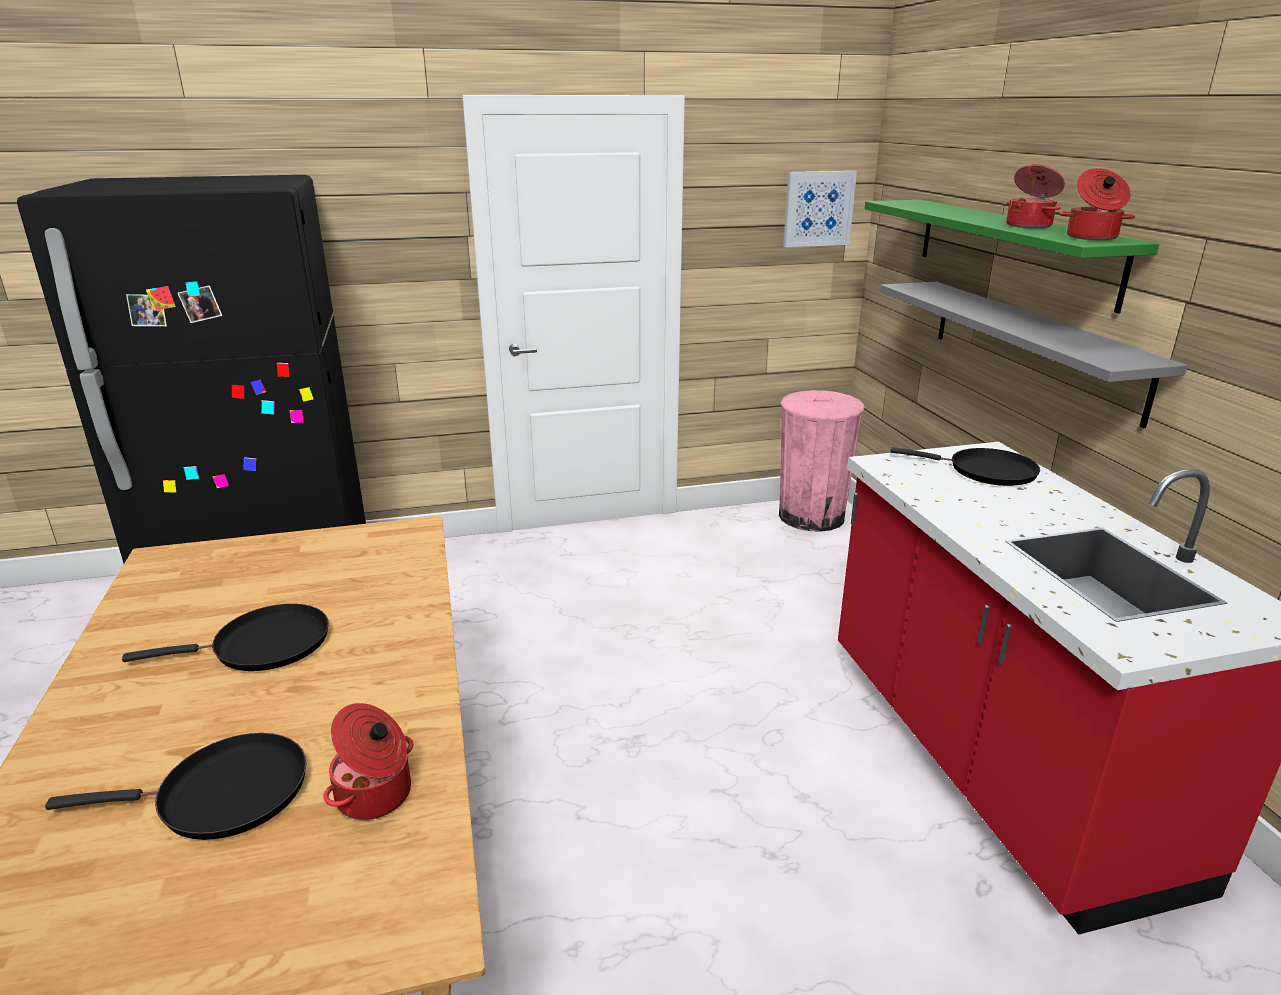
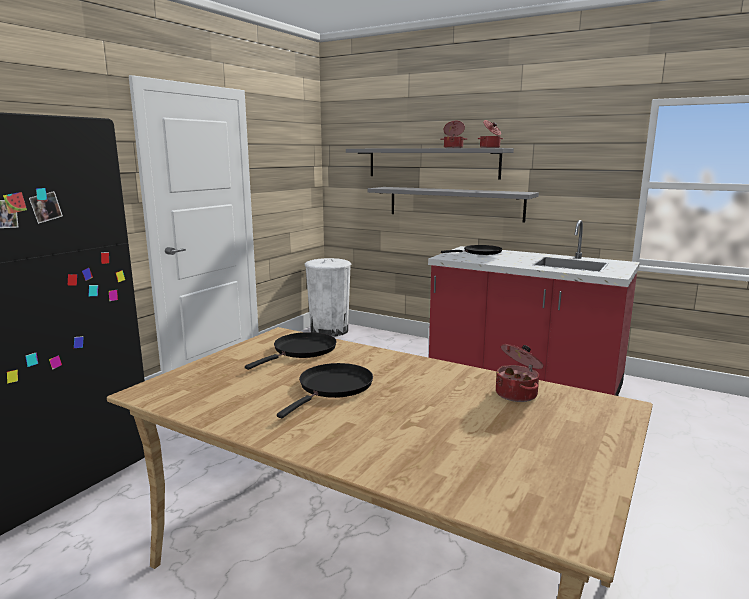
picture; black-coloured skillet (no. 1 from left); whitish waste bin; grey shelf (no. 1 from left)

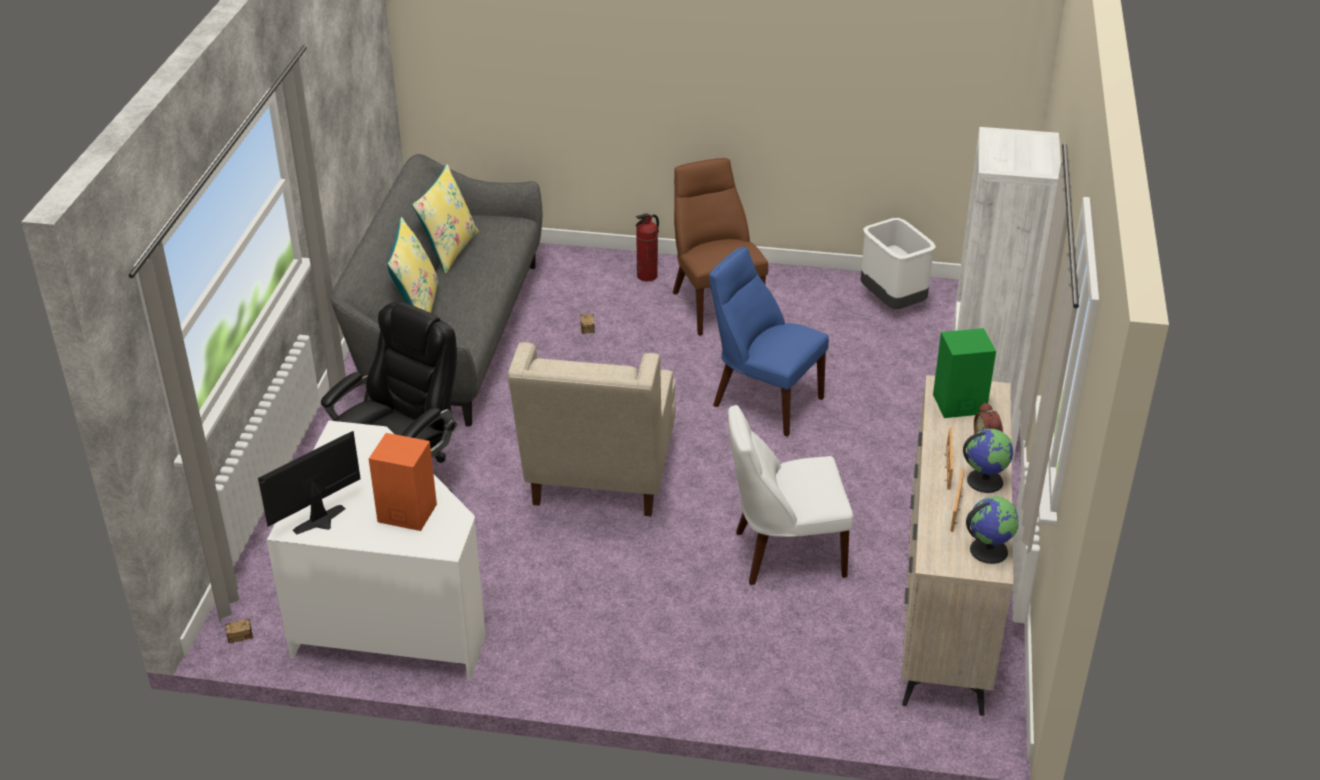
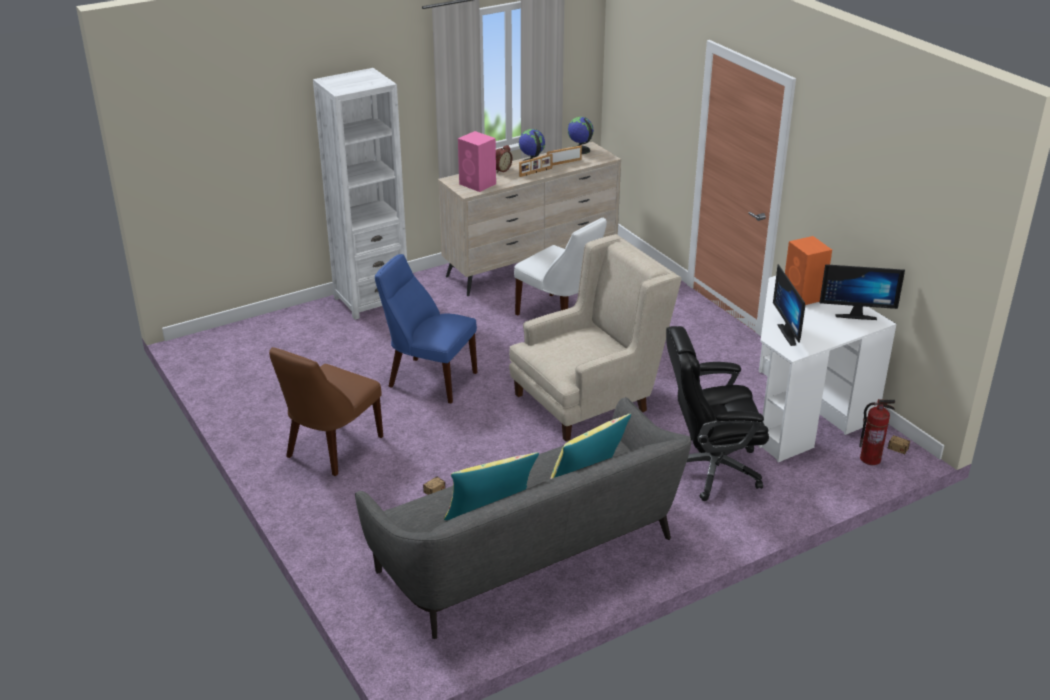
whitish waste bin; monitor (no. 1 from left); extinguisher; pink speaker; blue upright chair

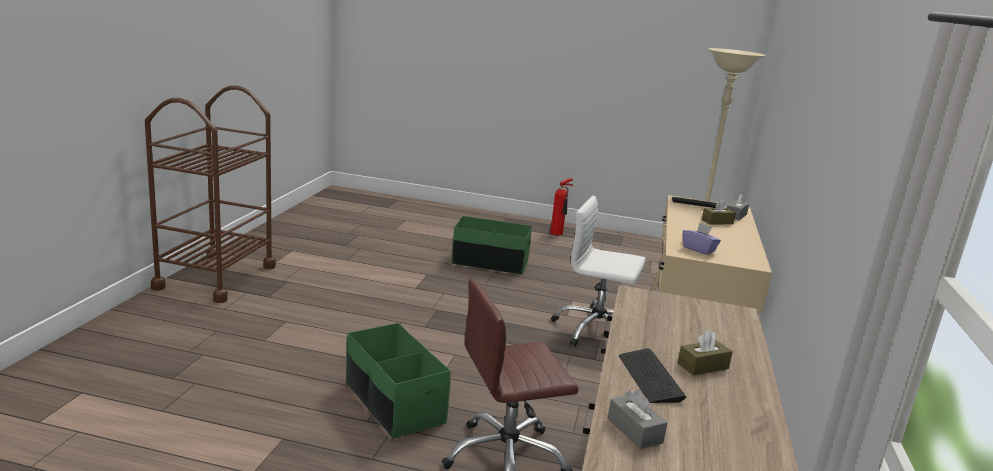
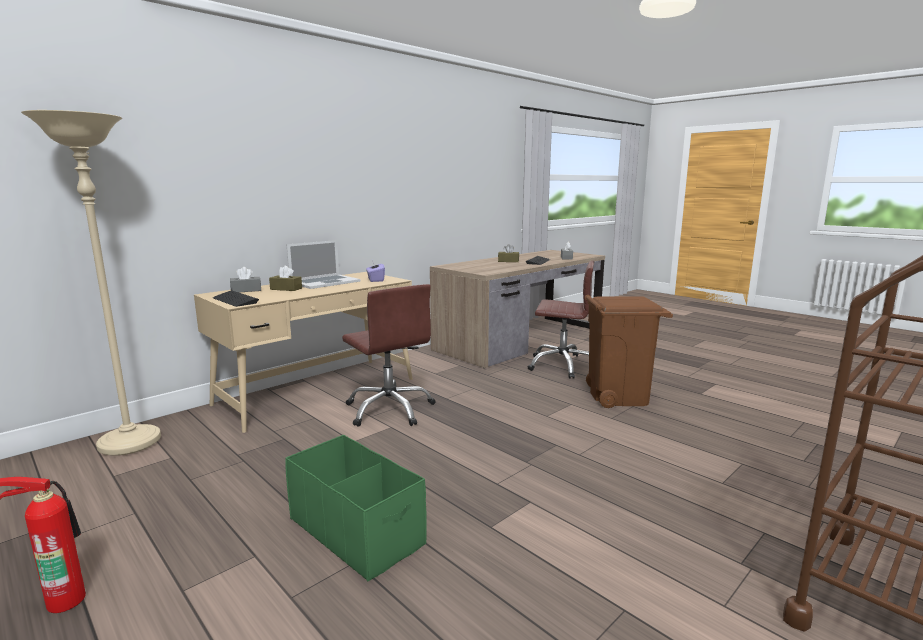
notebook computer; brown-coloured waste bin; brown-coloured computer chair (no. 1 from left)

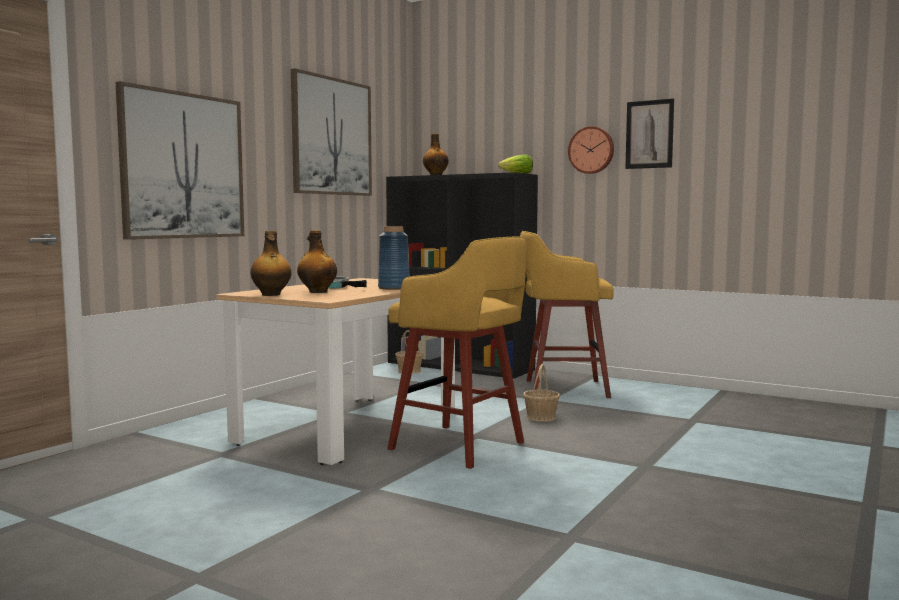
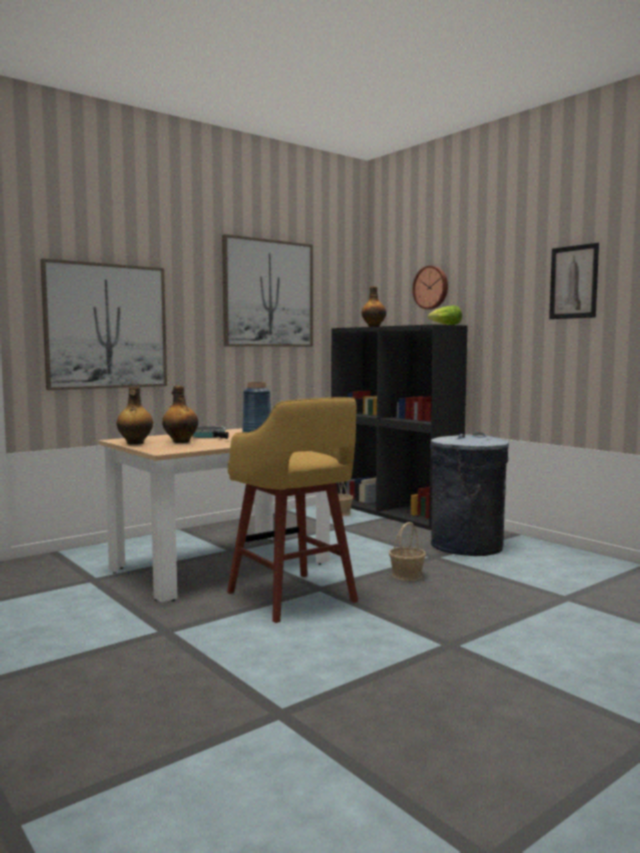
clock on the wall; grey waste bin

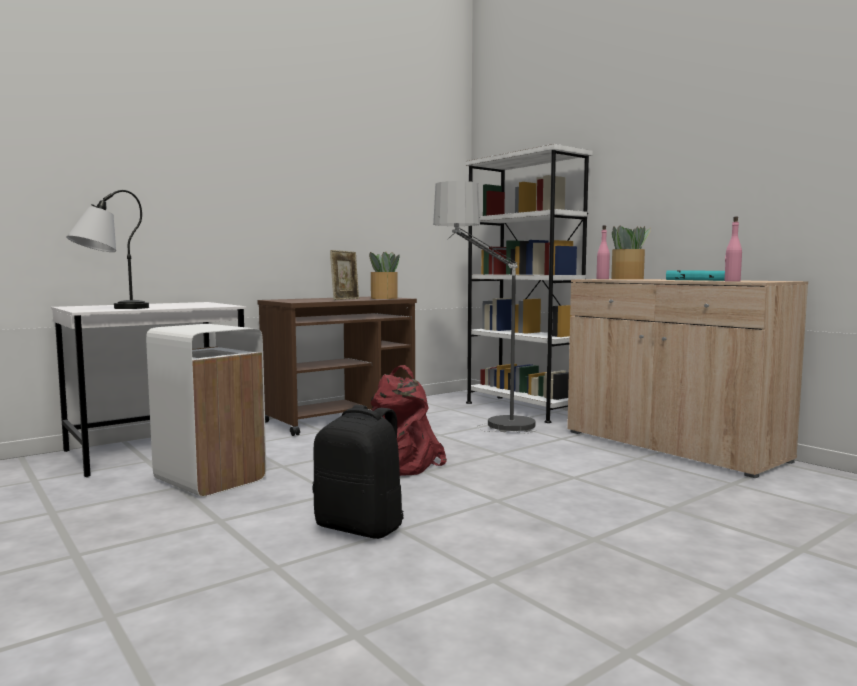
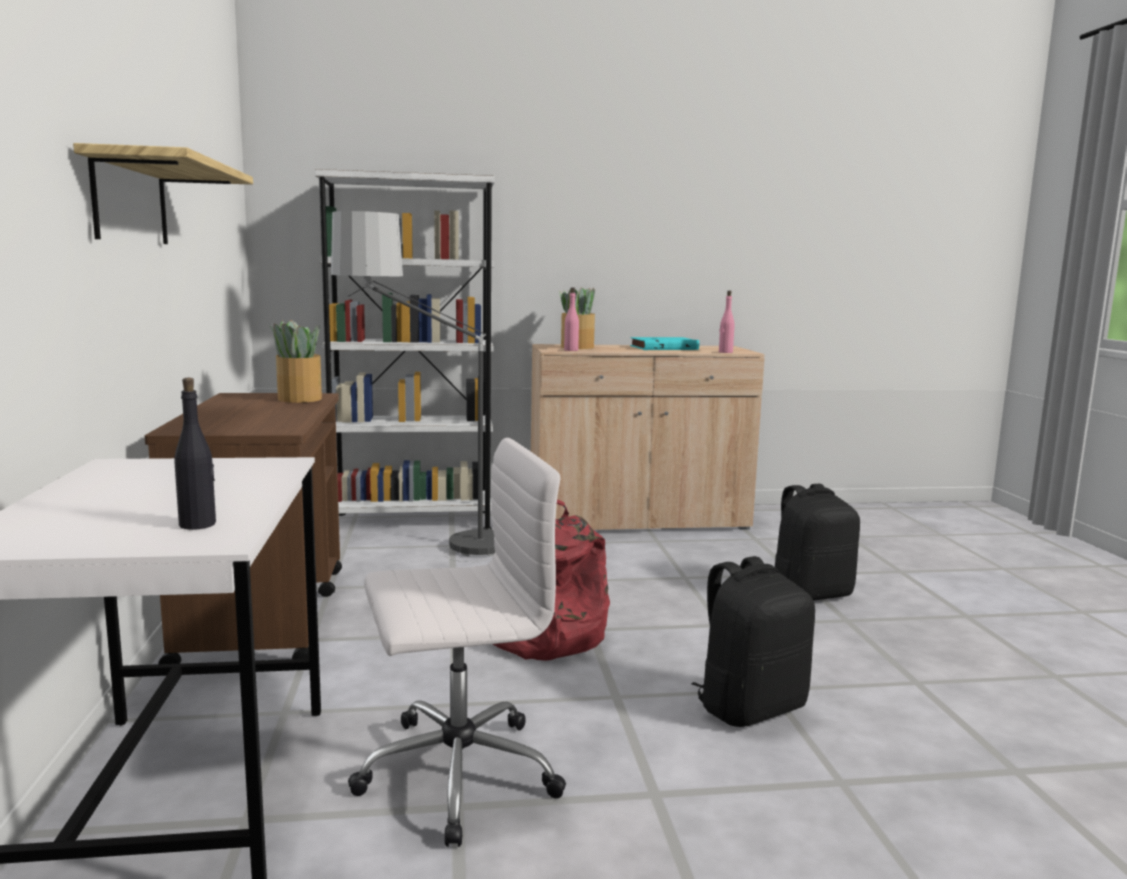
picture frame; shelf; black-coloured backpack (no. 2 from left); black-coloured beverage bottle; whitish computer chair

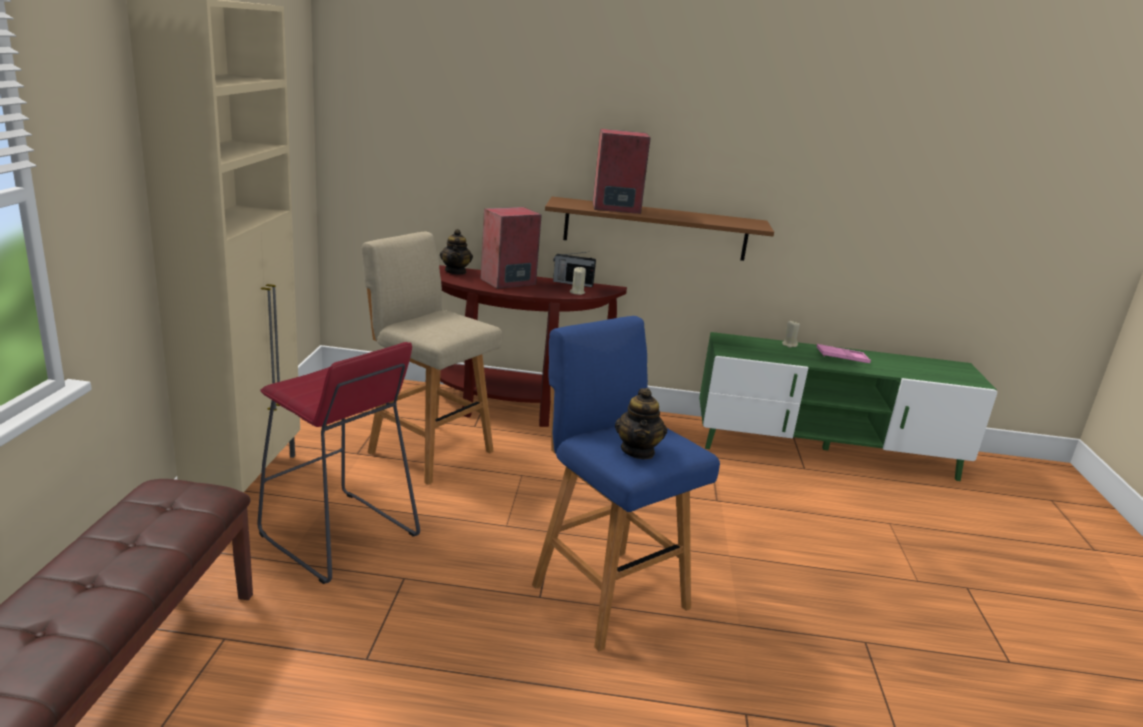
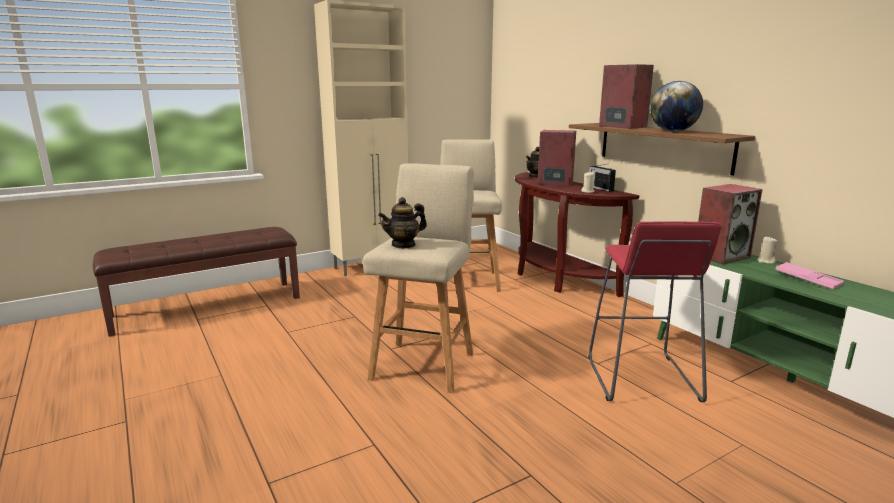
world globe; speaker (no. 3 from left); reddish sitting stool; beige sitting stool (no. 1 from left)

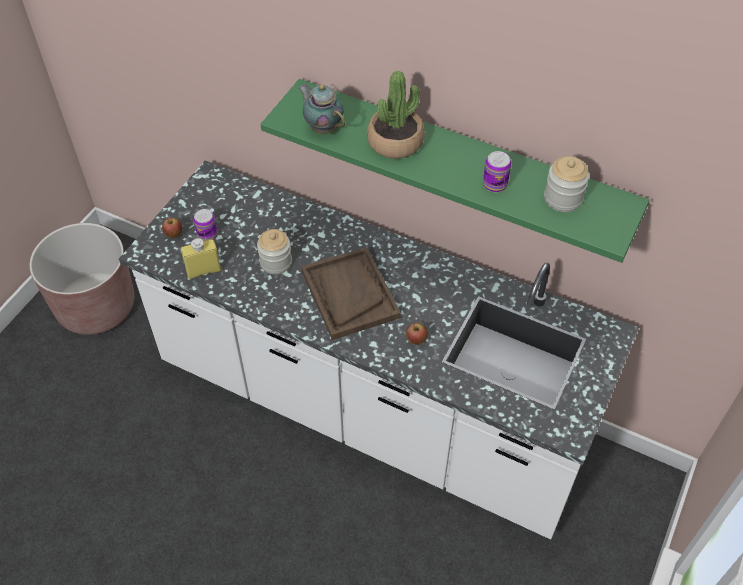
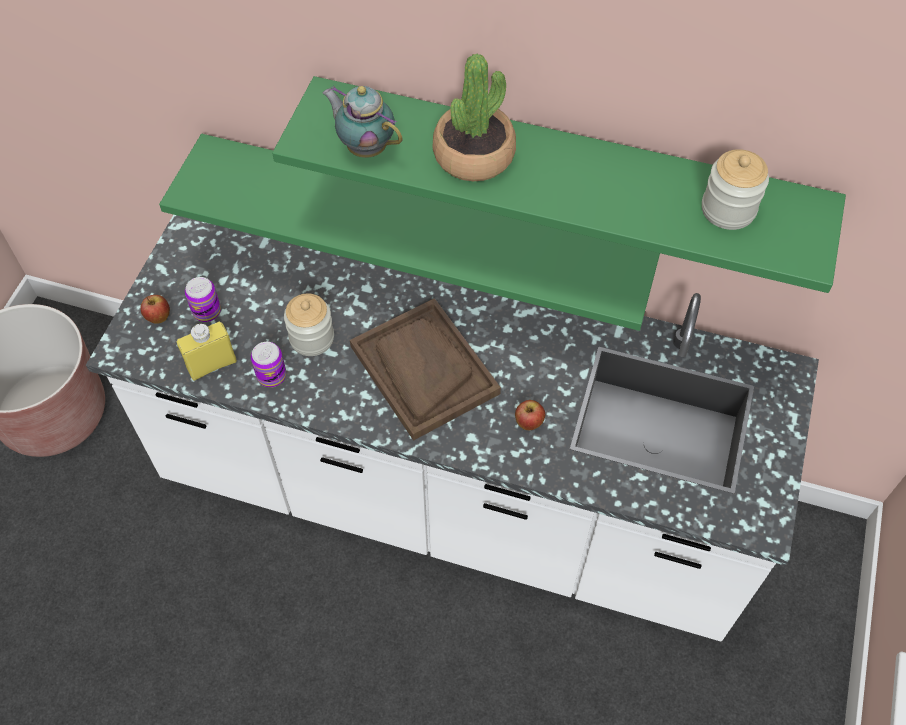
green-coloured shelf (no. 1 from left); sealed can (no. 2 from left)

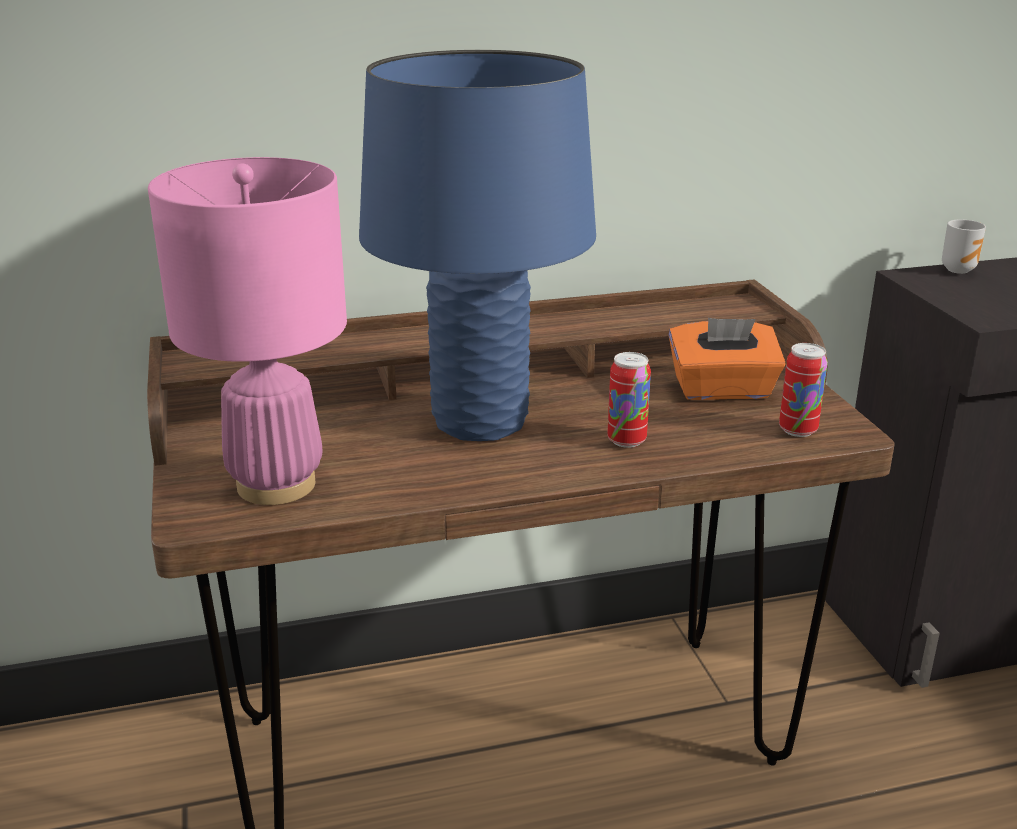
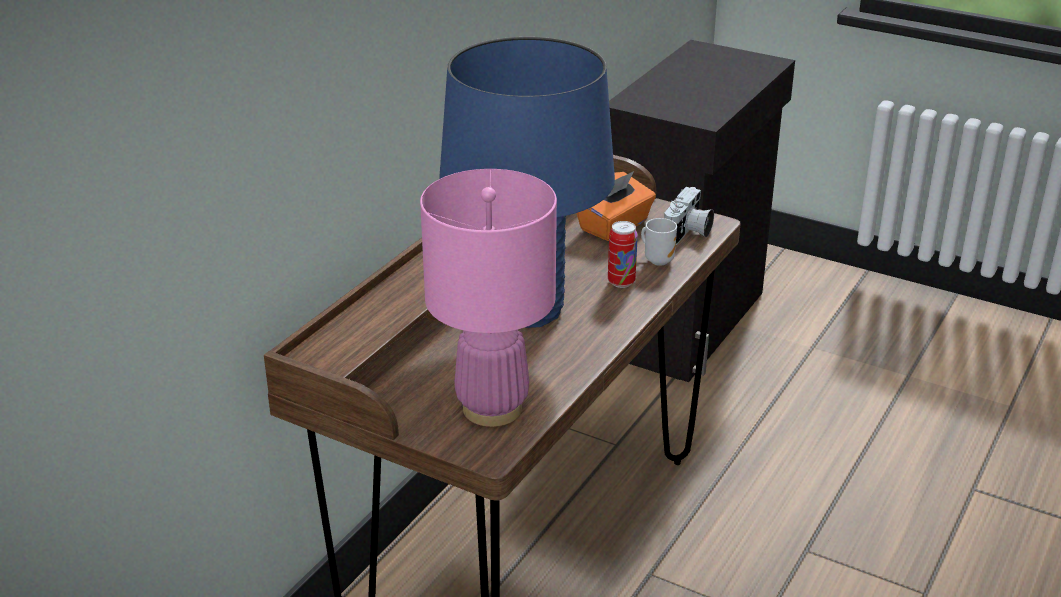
tea mug; photo camera

